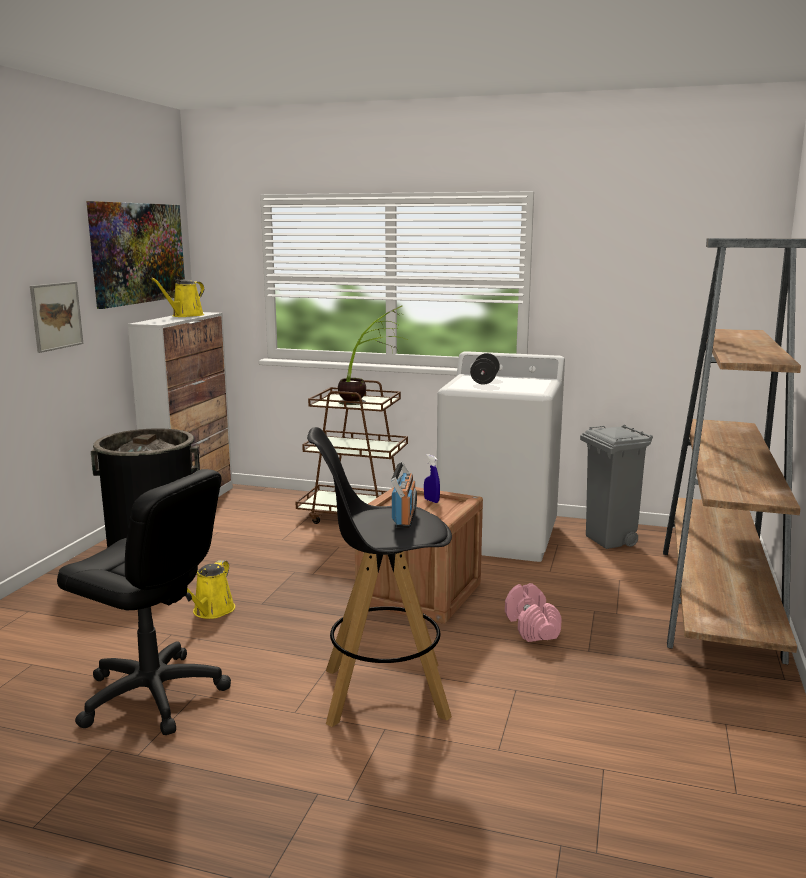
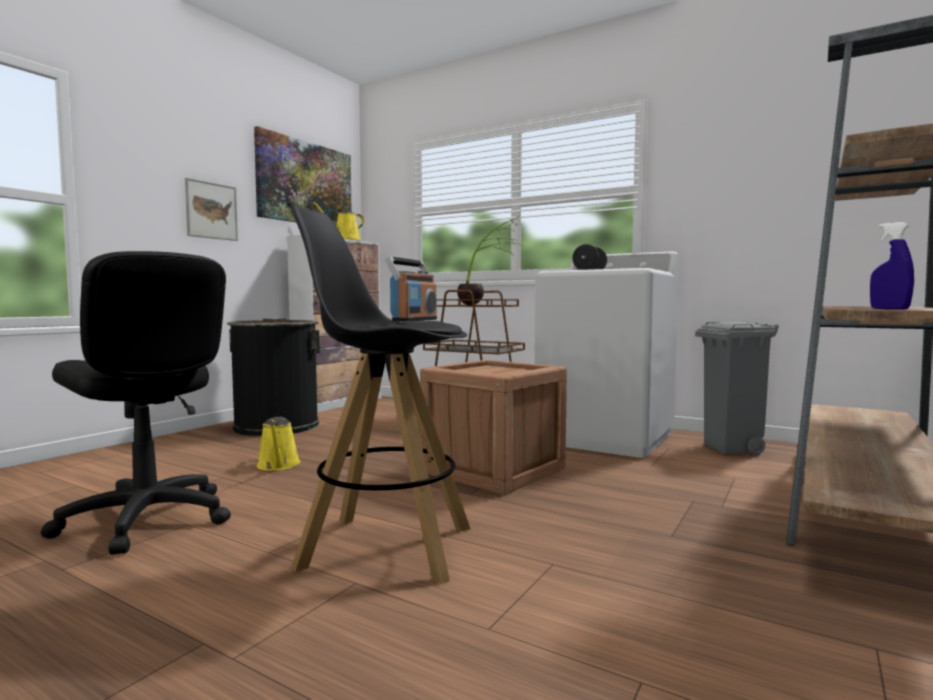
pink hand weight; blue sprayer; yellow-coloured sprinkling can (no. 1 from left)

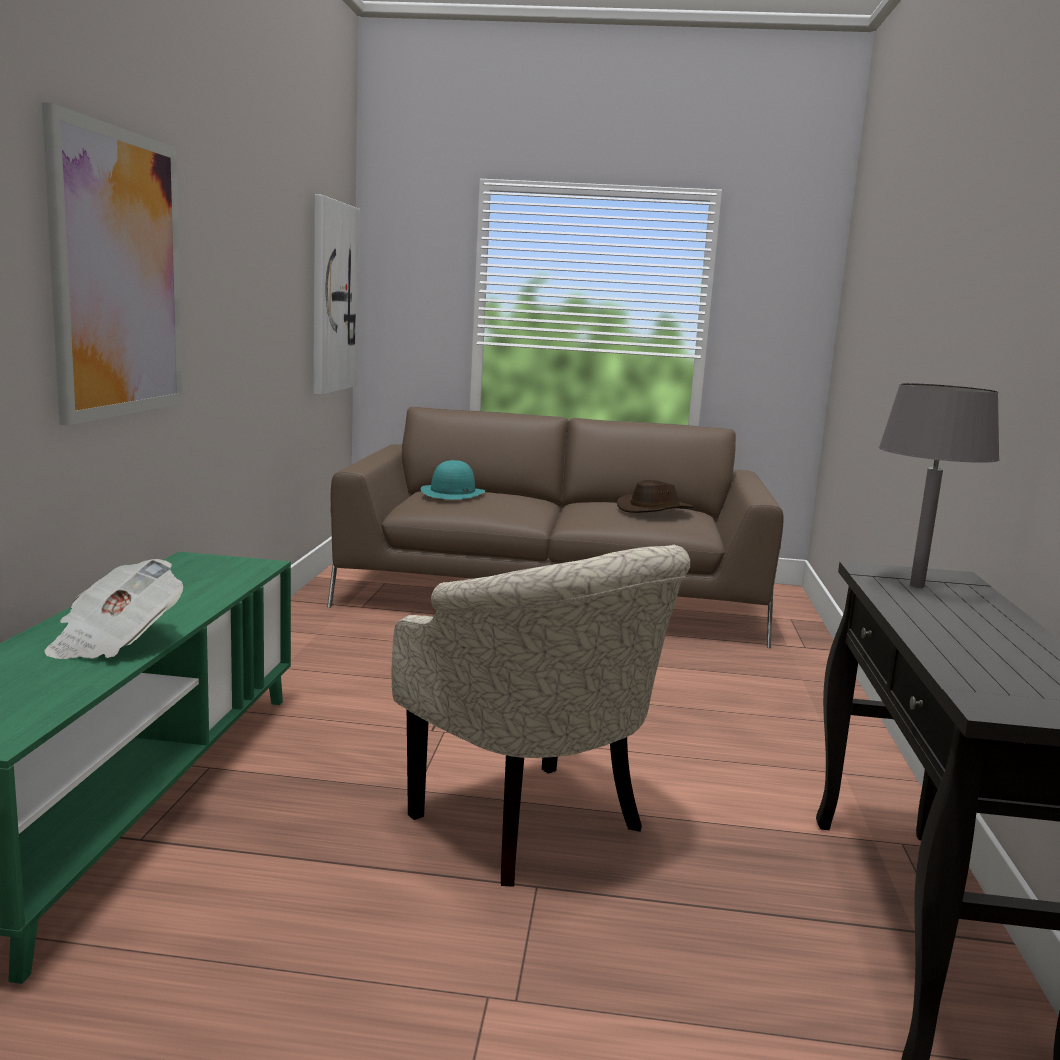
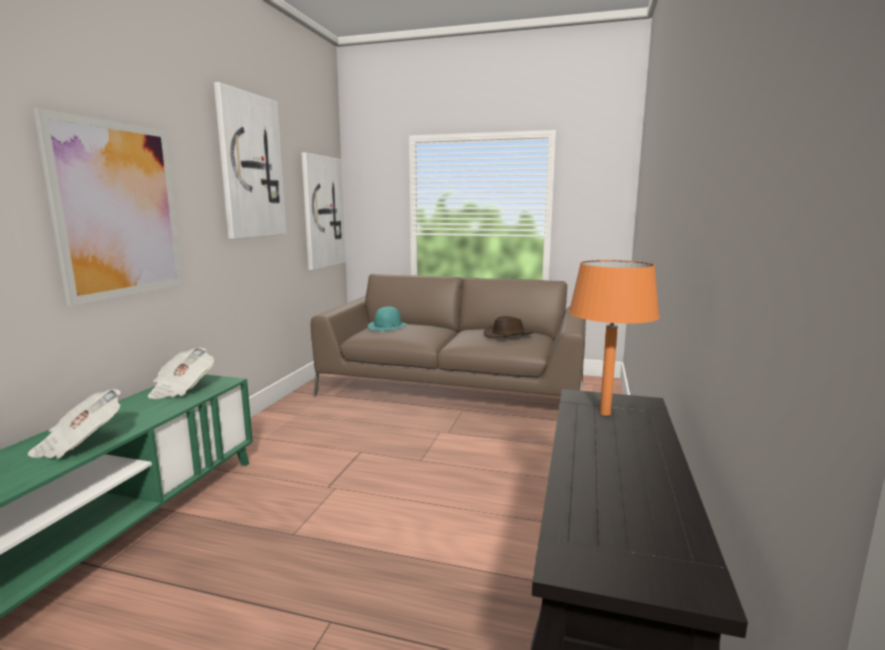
beige armchair; newspaper (no. 2 from left); picture (no. 2 from left); orangey lamp for a table

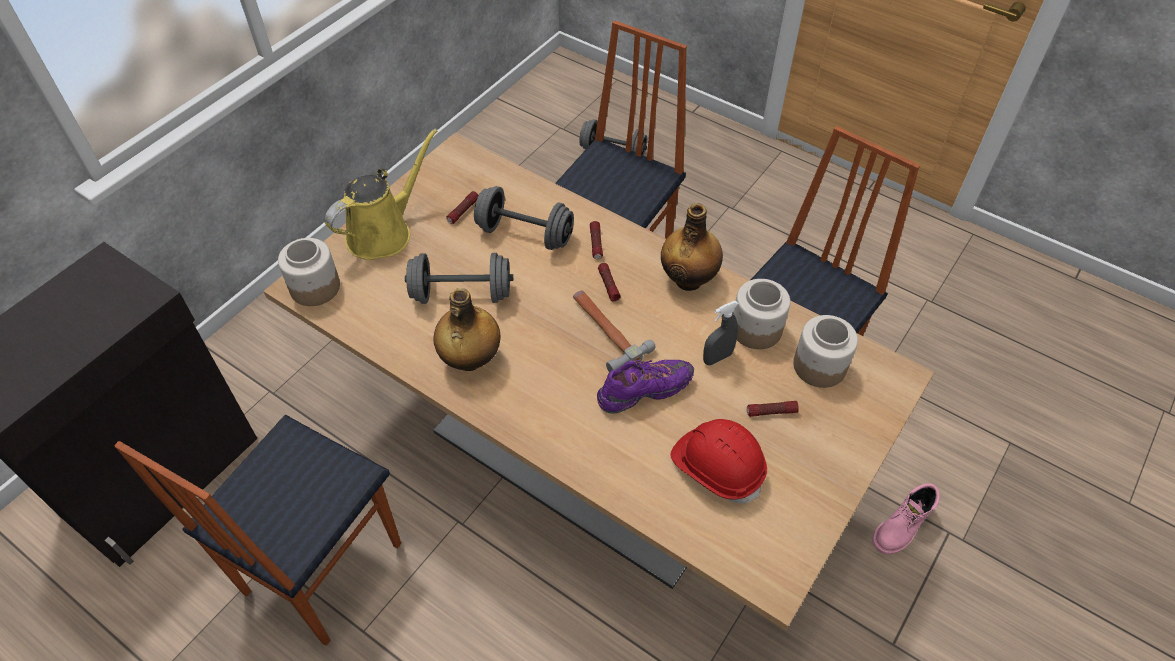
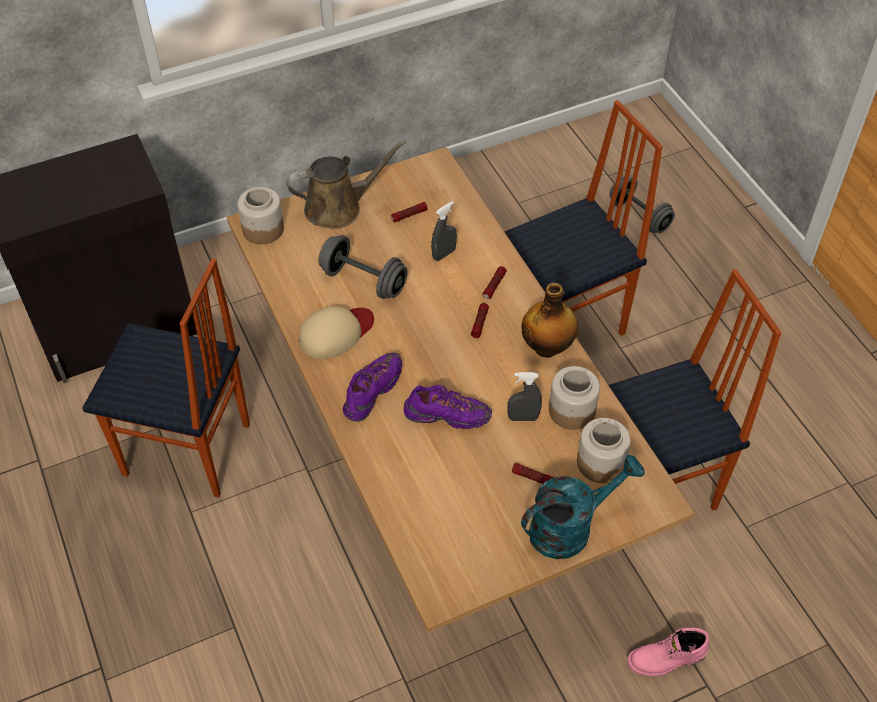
tool hammer; reddish hard hat; purple shoe (no. 1 from left); turquoise-coloured sprinkling can; beige peaked cap; grey sprayer (no. 1 from left); brown-coloured sprinkling can; upright chair (no. 1 from left)

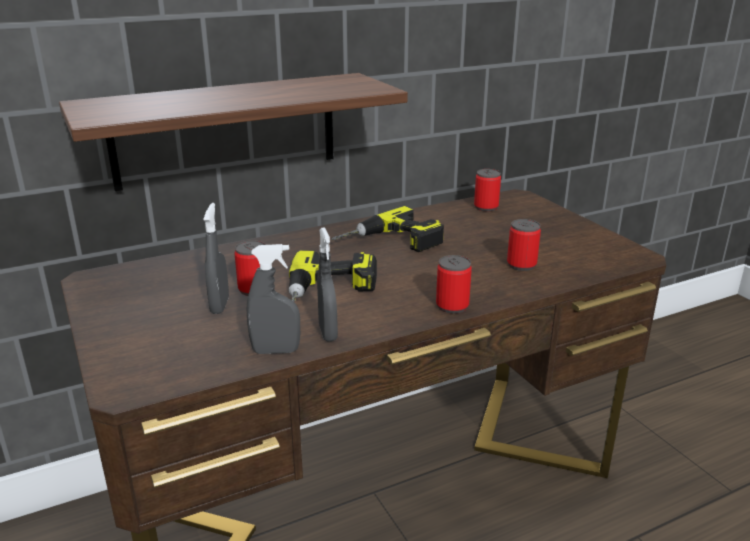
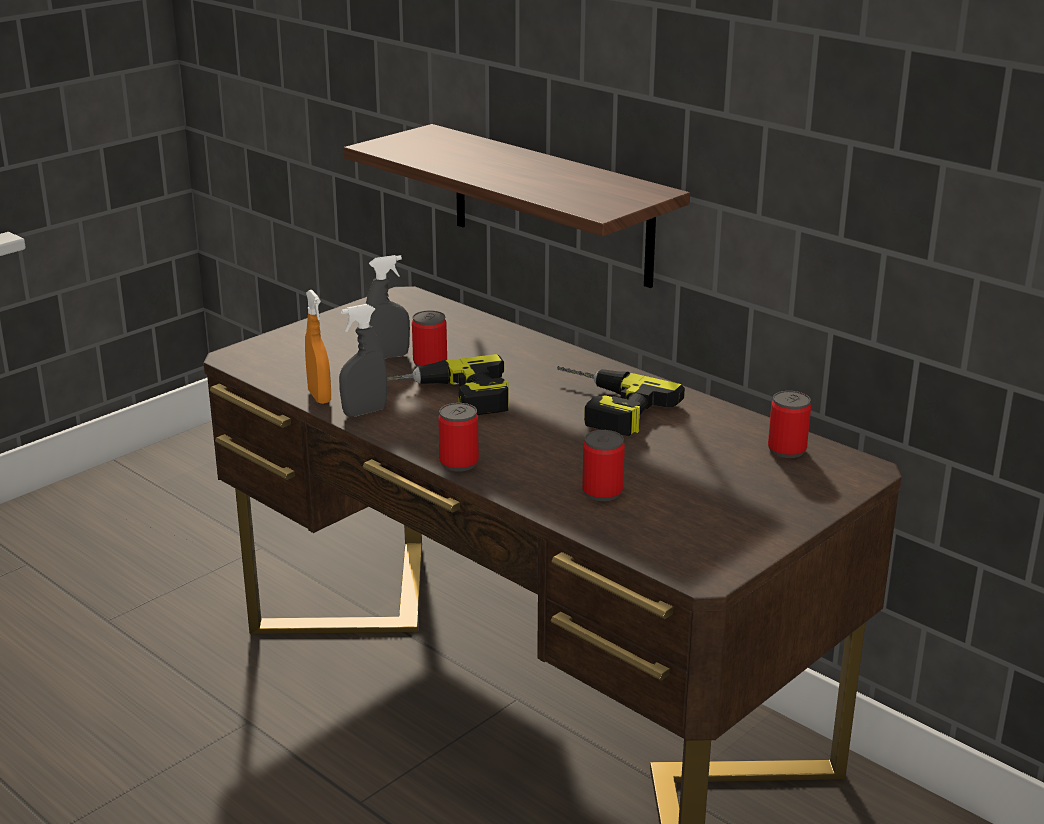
orangey sprayer

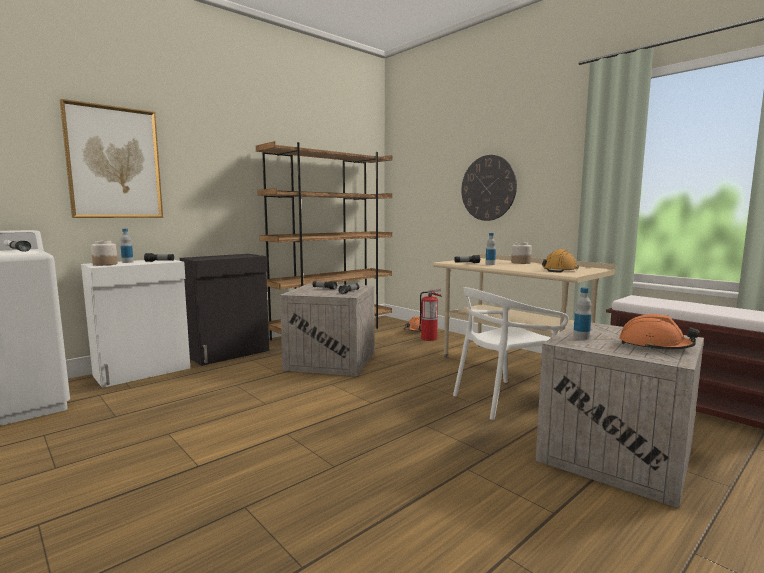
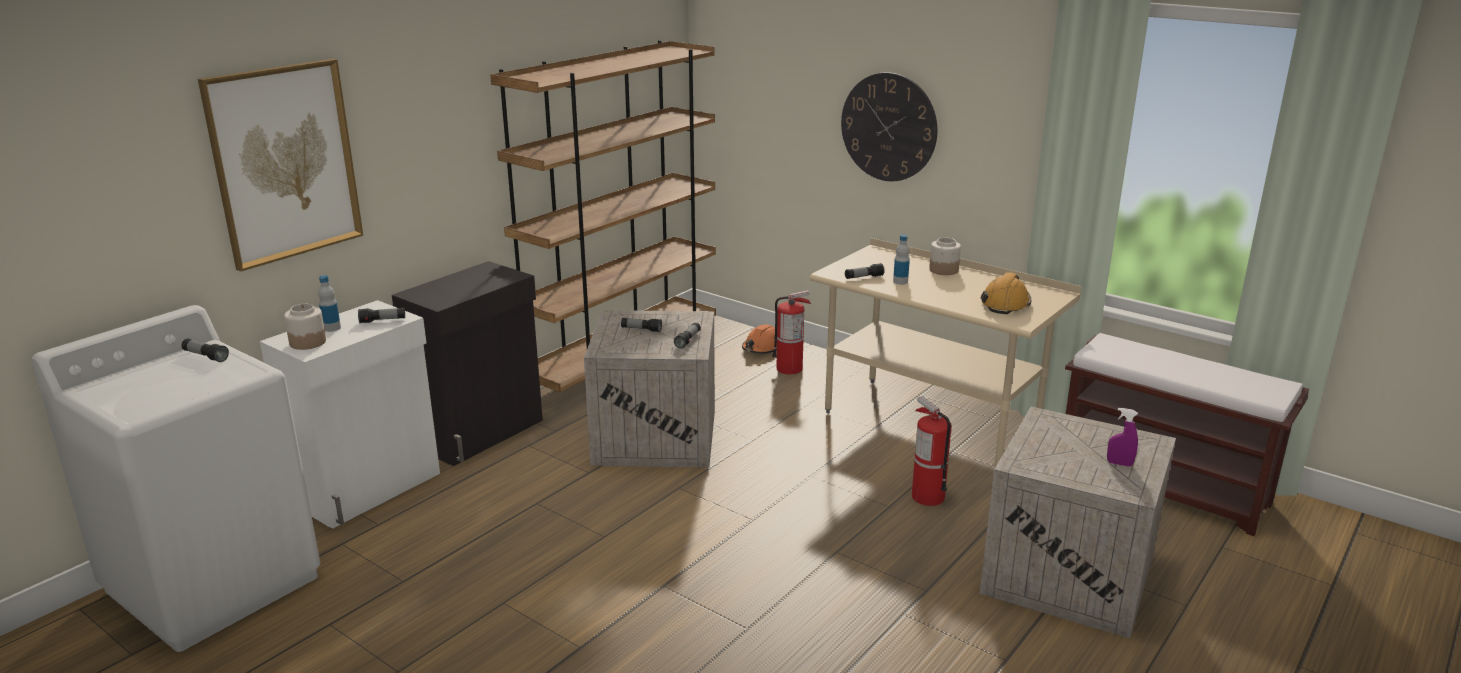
beverage bottle (no. 3 from left in the first image); extinguisher (no. 2 from left); purple sprayer

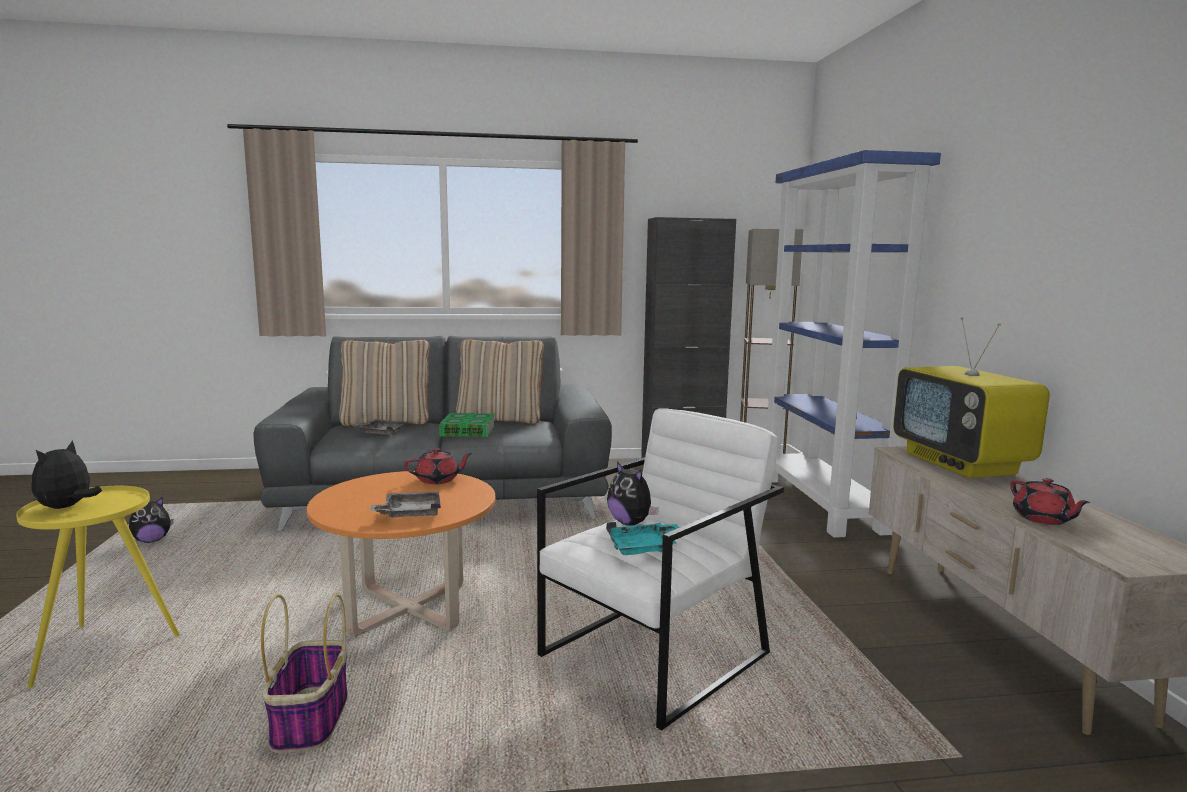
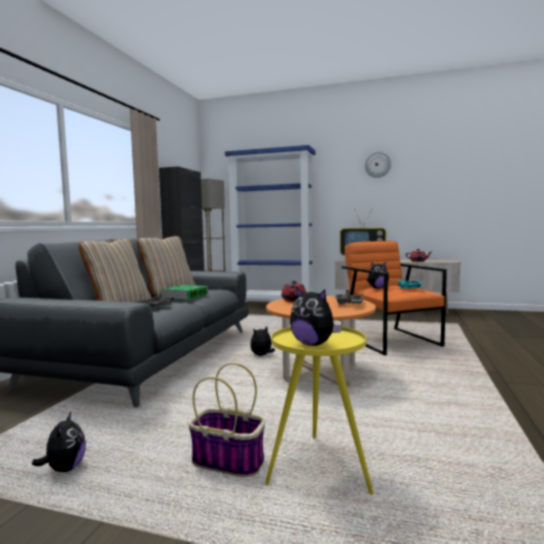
cuddly toy (no. 2 from left); clock on the wall; basket; orangey armchair

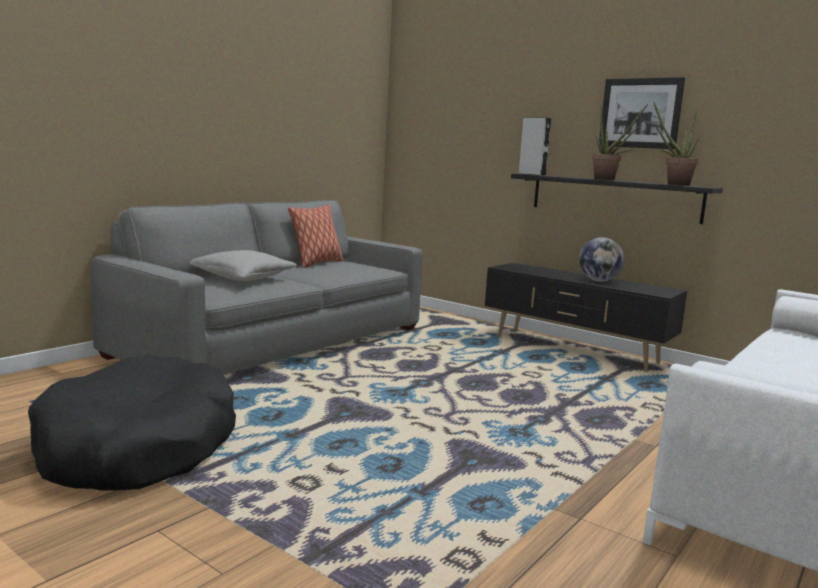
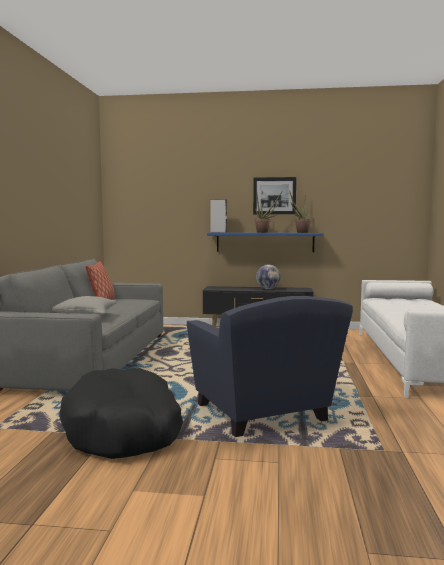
blue armchair; blue shelf

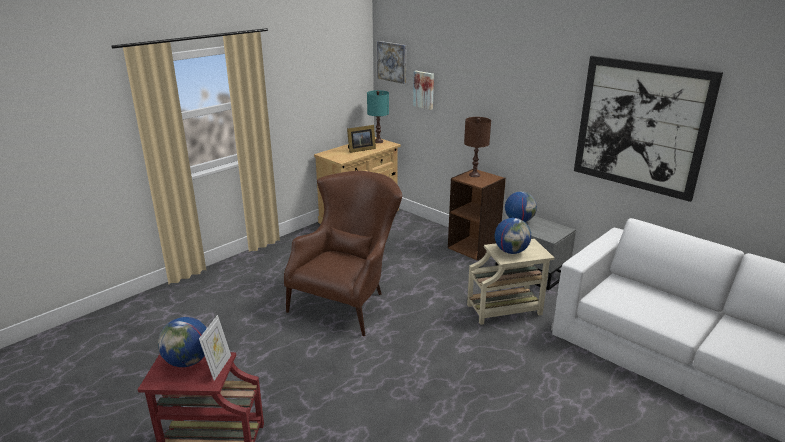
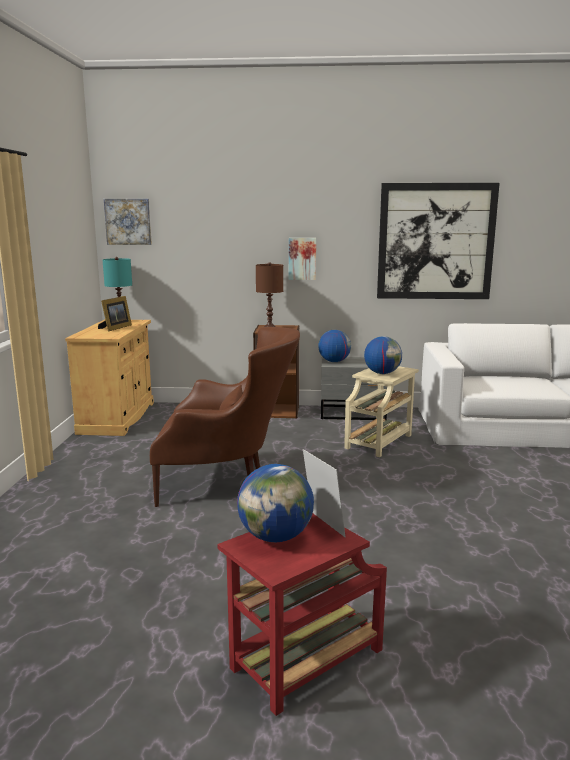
picture (no. 2 from left); brown-coloured armchair

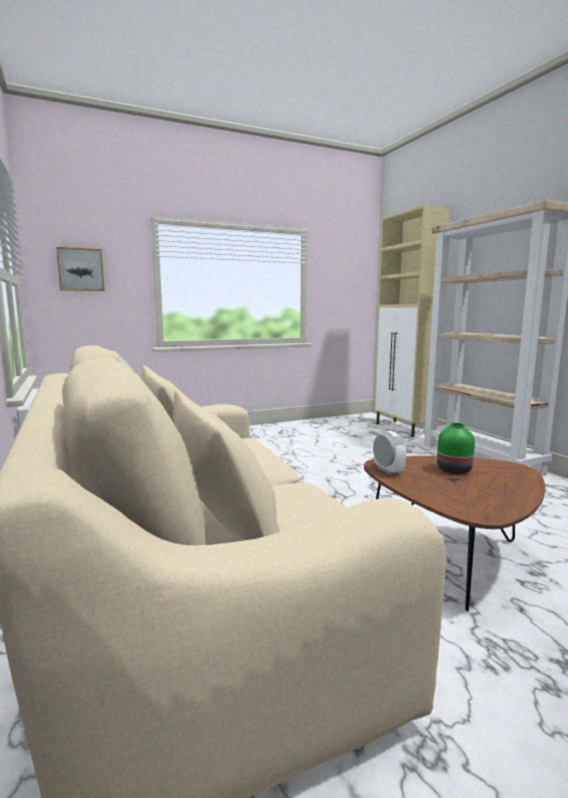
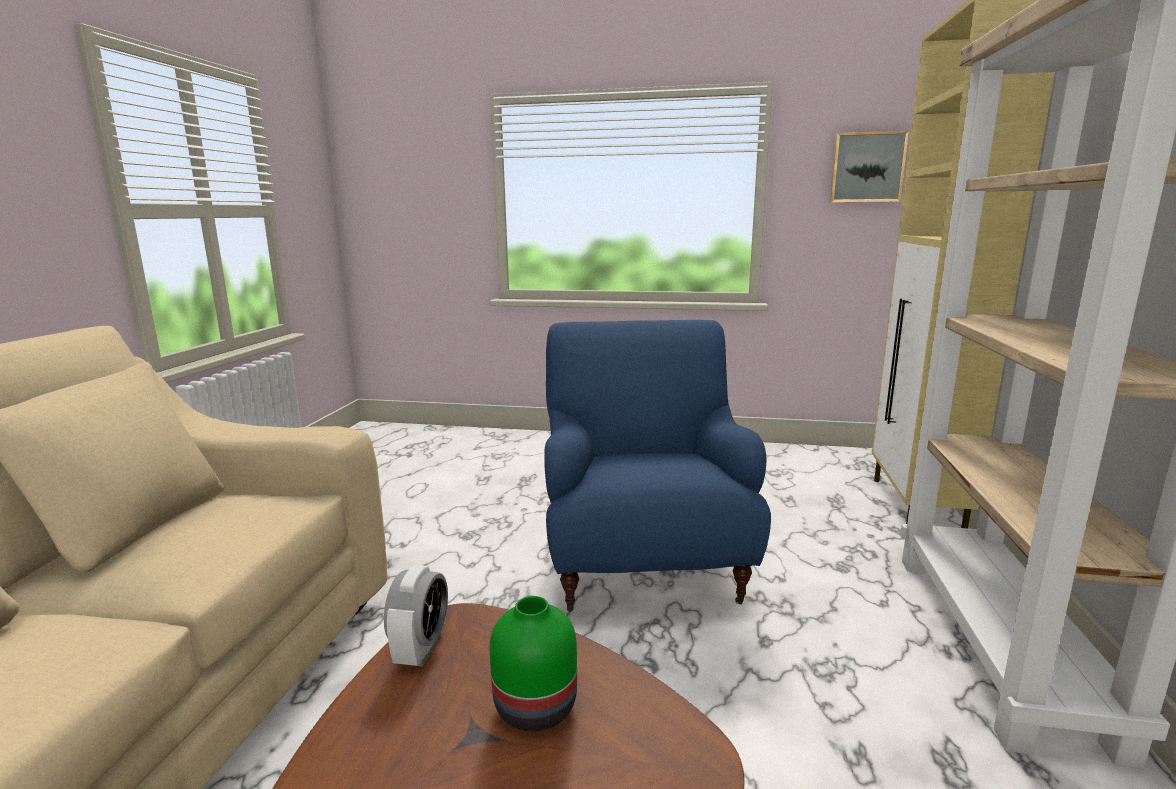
blue armchair; picture

